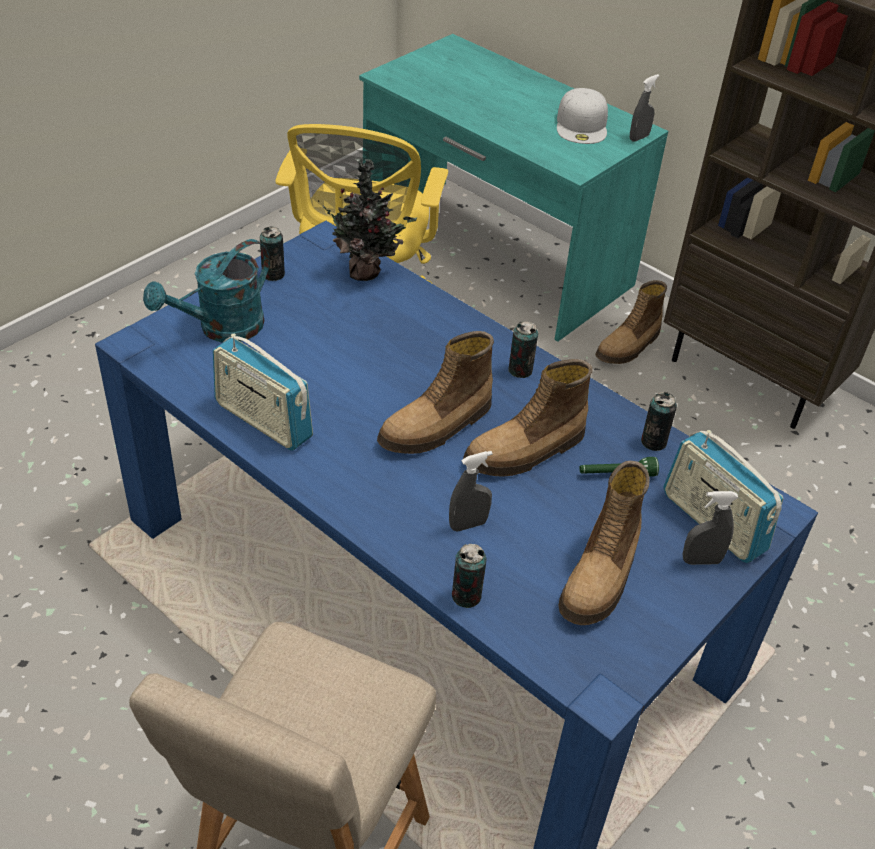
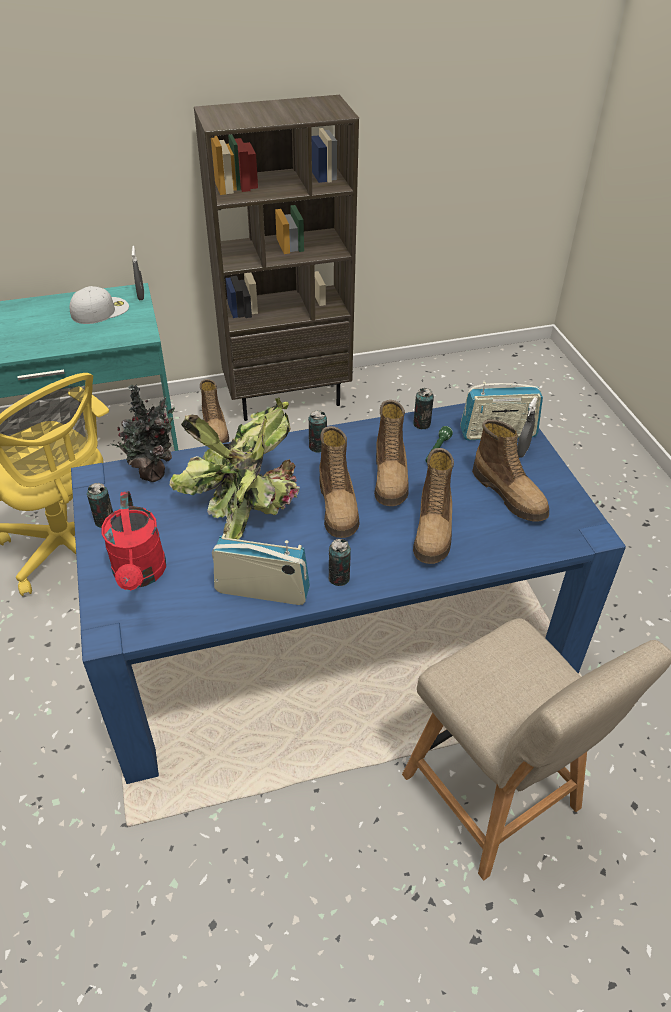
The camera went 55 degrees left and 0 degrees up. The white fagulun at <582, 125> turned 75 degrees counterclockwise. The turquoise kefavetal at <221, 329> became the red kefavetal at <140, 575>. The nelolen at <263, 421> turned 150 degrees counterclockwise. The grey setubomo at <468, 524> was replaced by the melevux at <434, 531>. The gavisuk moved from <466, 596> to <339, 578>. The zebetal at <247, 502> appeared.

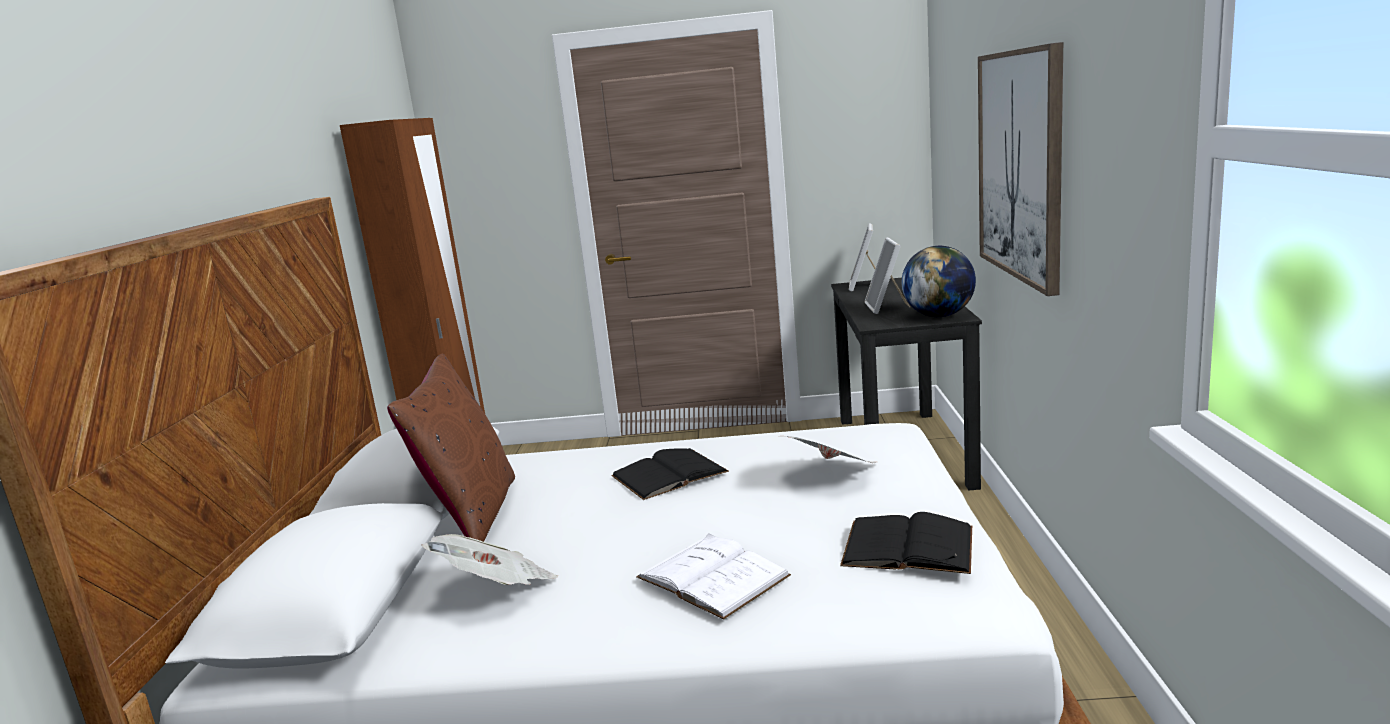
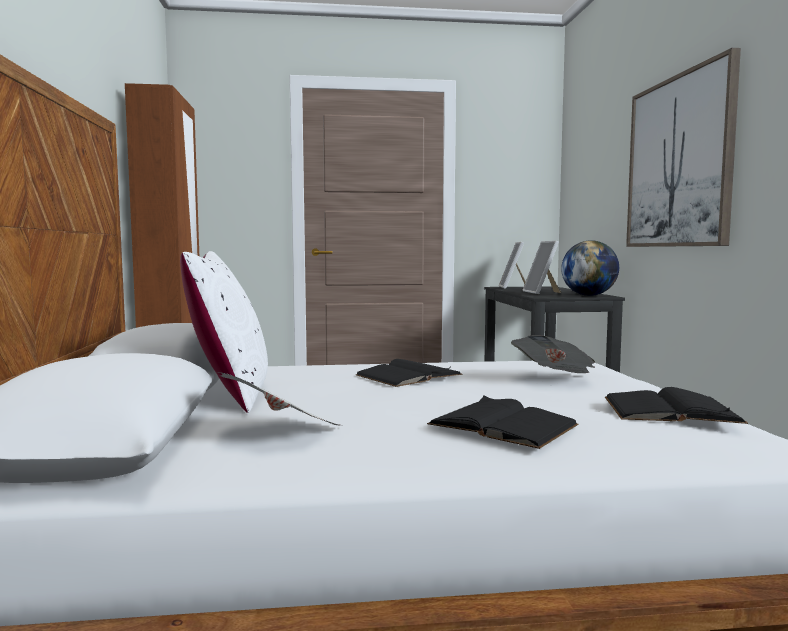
The camera went 10 degrees left and 10 degrees down. The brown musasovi at <471, 514> became the white musasovi at <230, 393>. The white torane at <712, 576> became the black torane at <502, 424>.

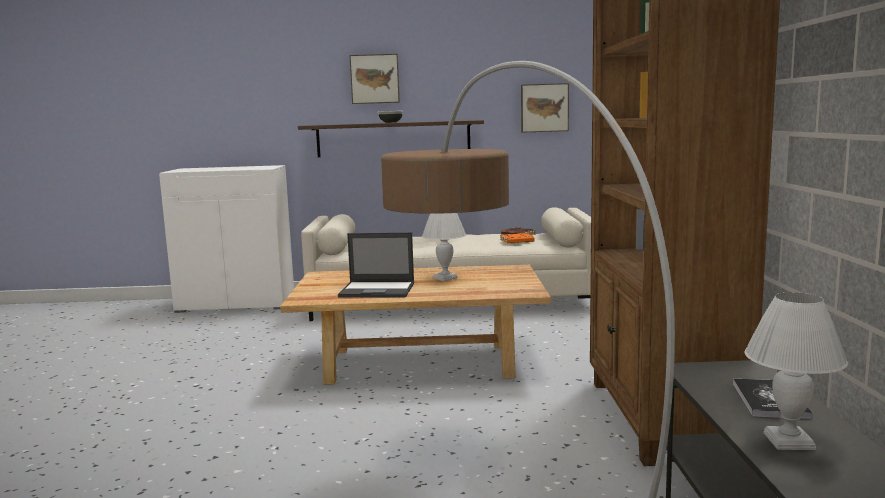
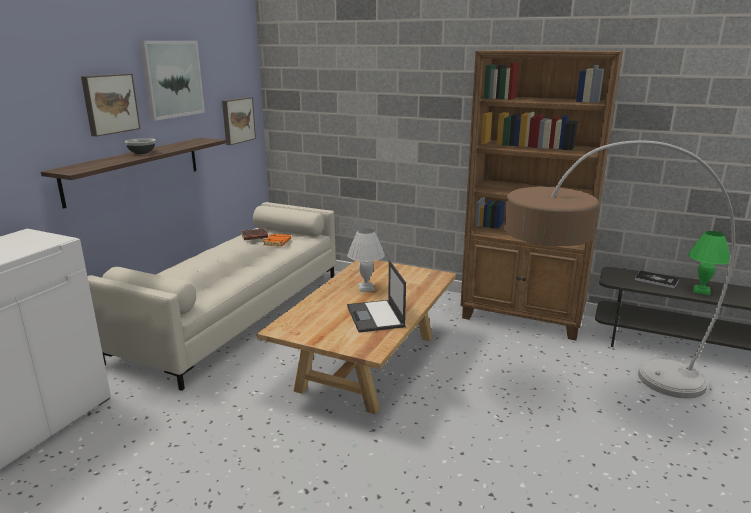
The camera went 65 degrees left and 10 degrees up. The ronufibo at <378, 290> turned 135 degrees clockwise. The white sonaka at <790, 441> became the green sonaka at <701, 291>. The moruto at <172, 79> appeared.

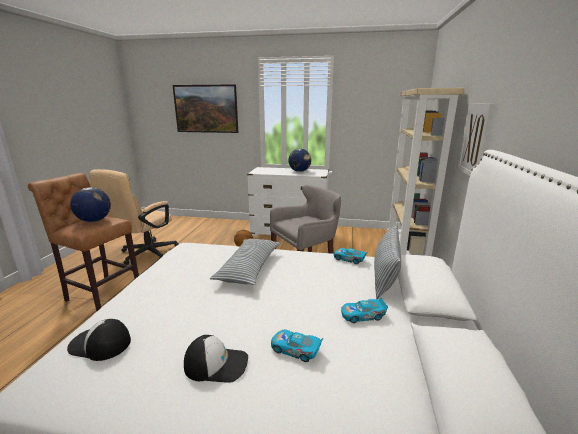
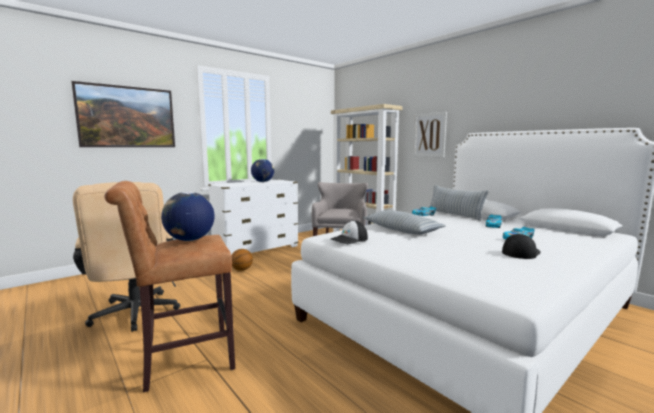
The camera went 50 degrees left and 10 degrees down. The fagulun moved from <100, 344> to <349, 239>.

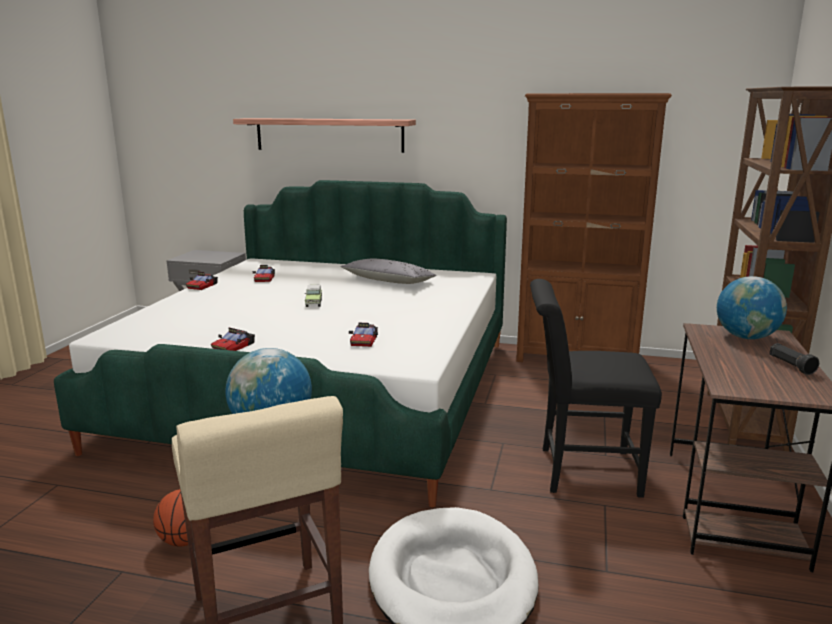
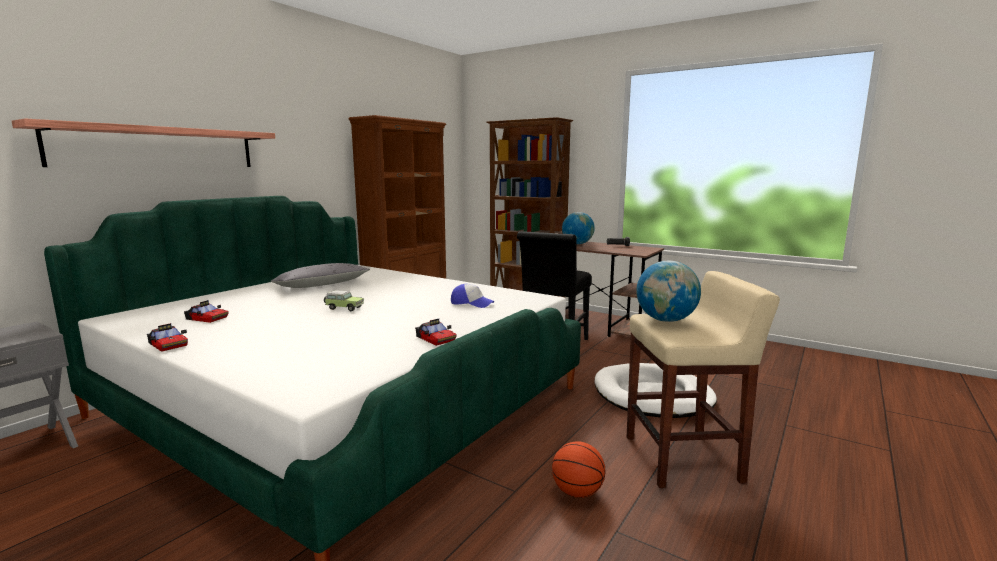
The camera went 70 degrees left and 5 degrees down. The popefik at <364, 340> was replaced by the fagulun at <471, 303>.

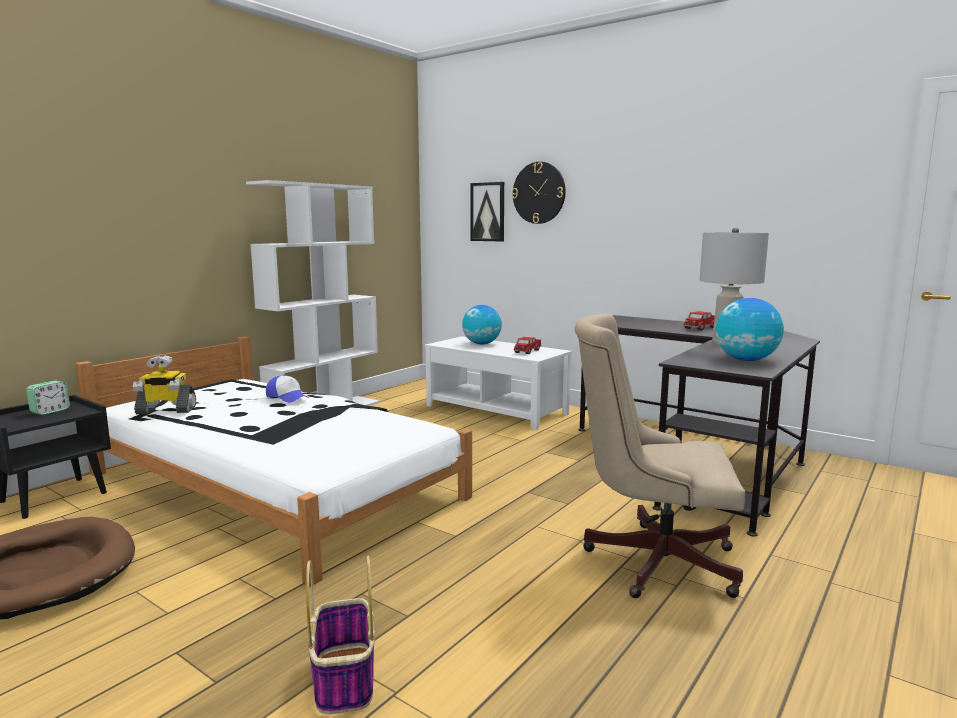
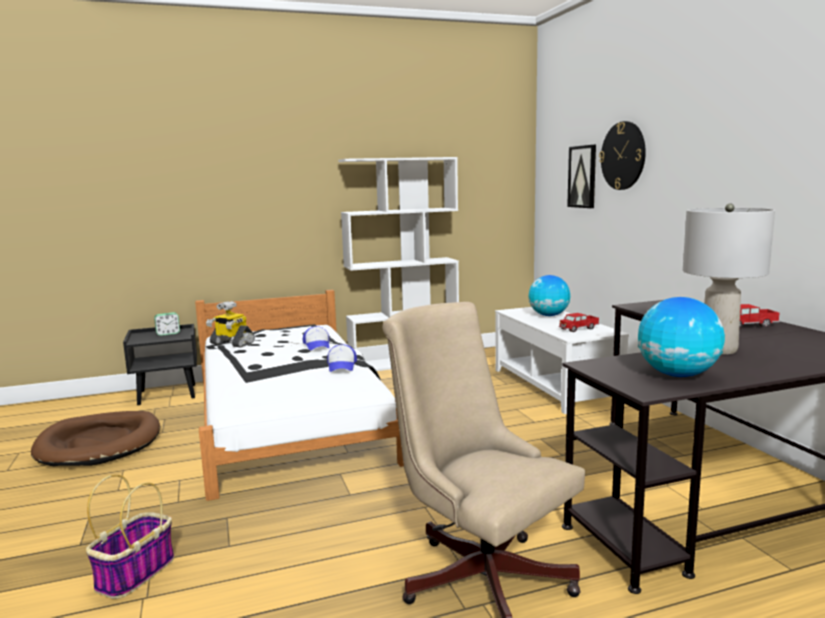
The camera went 35 degrees right and 0 degrees up. The fagulun at <342, 366> appeared.

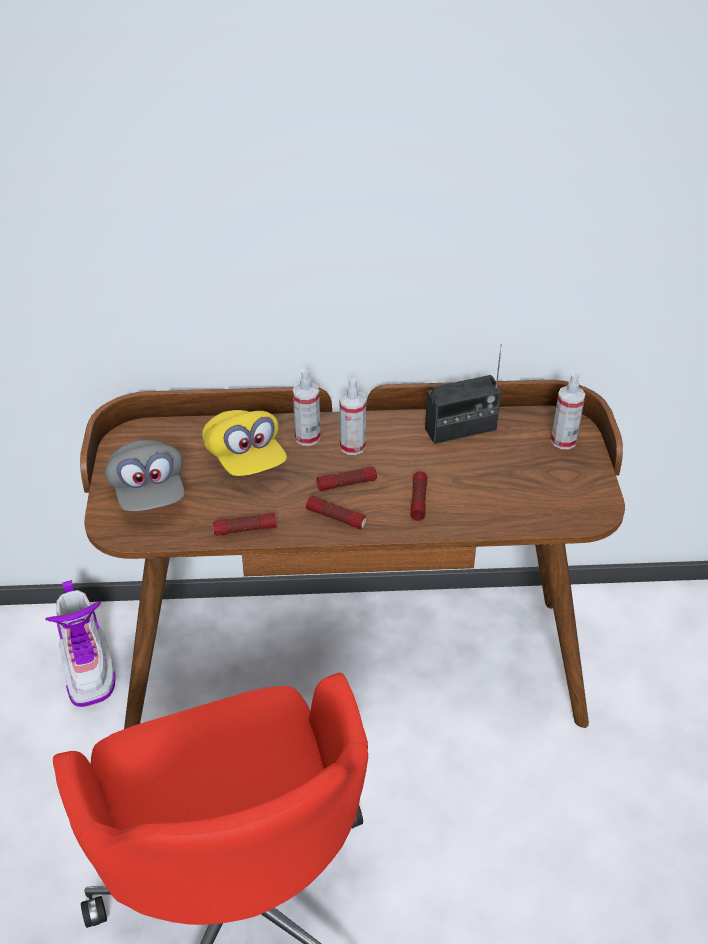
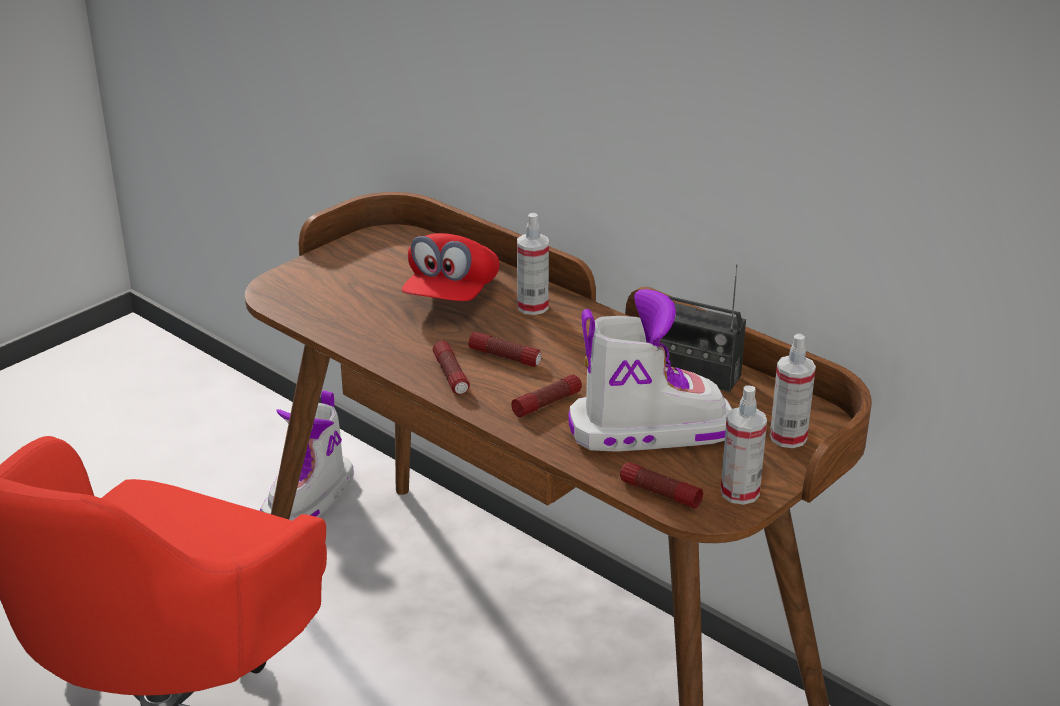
The camera went 45 degrees right and 10 degrees down. The setubomo moved from <352, 446> to <740, 492>. The yellow fagulun at <245, 459> became the red fagulun at <451, 296>. The grey fagulun at <148, 492> disappeared. The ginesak moved from <245, 530> to <660, 493>. The melevux at <649, 430> appeared.

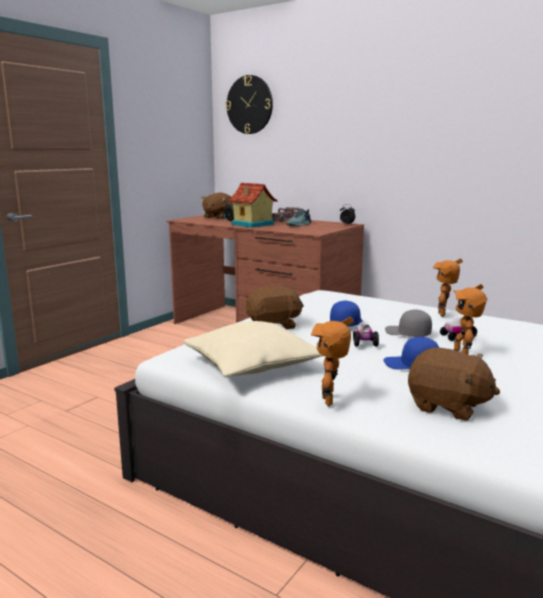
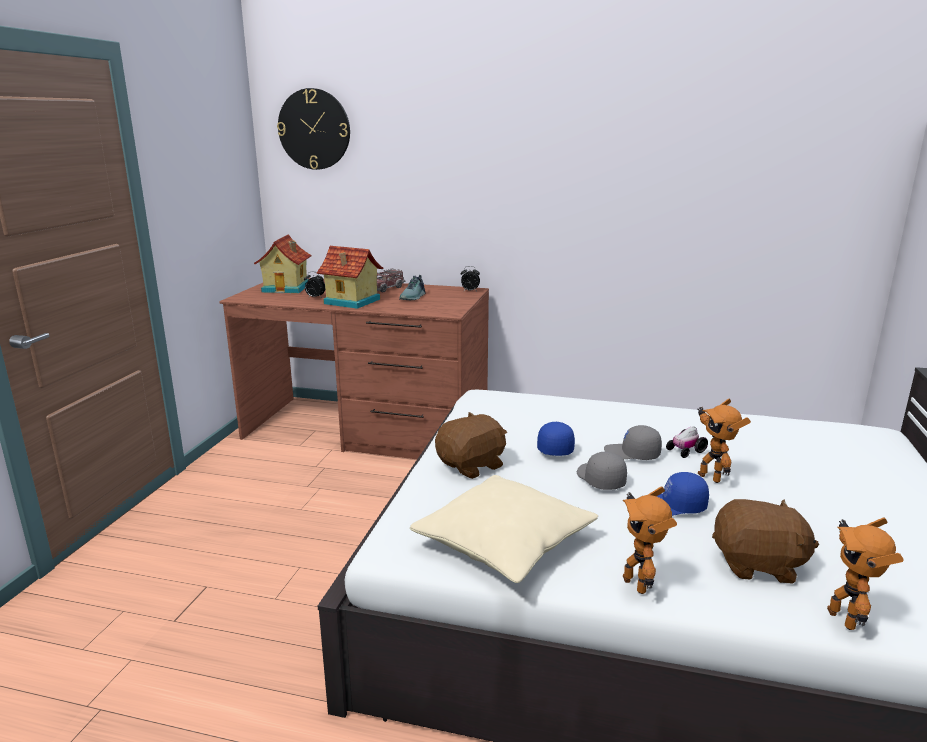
The camera went 20 degrees left and 5 degrees up. The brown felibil at <218, 217> was replaced by the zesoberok at <287, 288>. The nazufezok moved from <444, 314> to <845, 619>. The popefik at <364, 343> was replaced by the grey fagulun at <599, 479>.

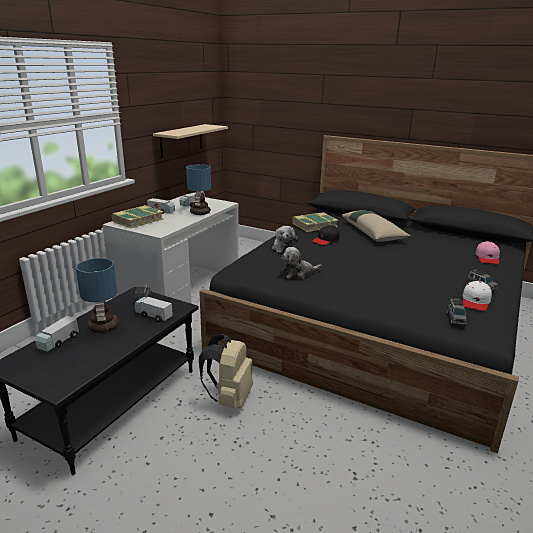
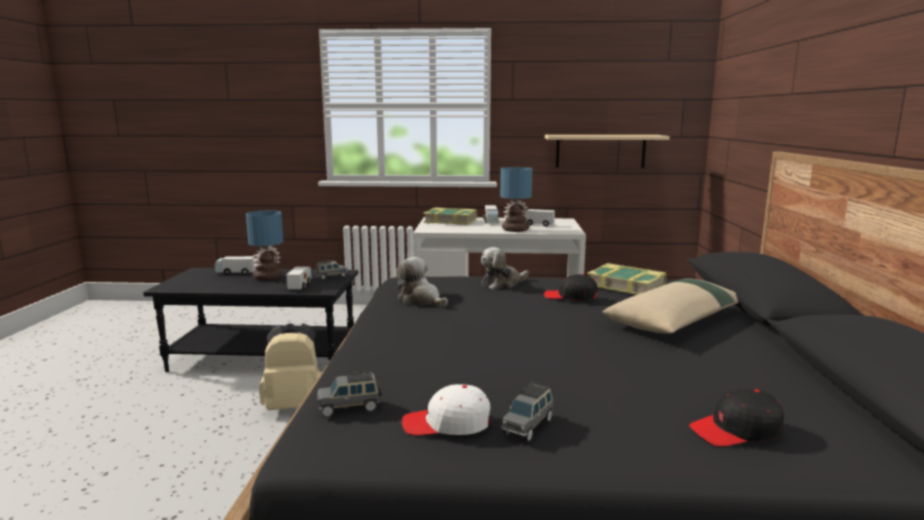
The camera went 65 degrees right and 10 degrees down. The pink fagulun at <487, 258> became the black fagulun at <736, 431>.

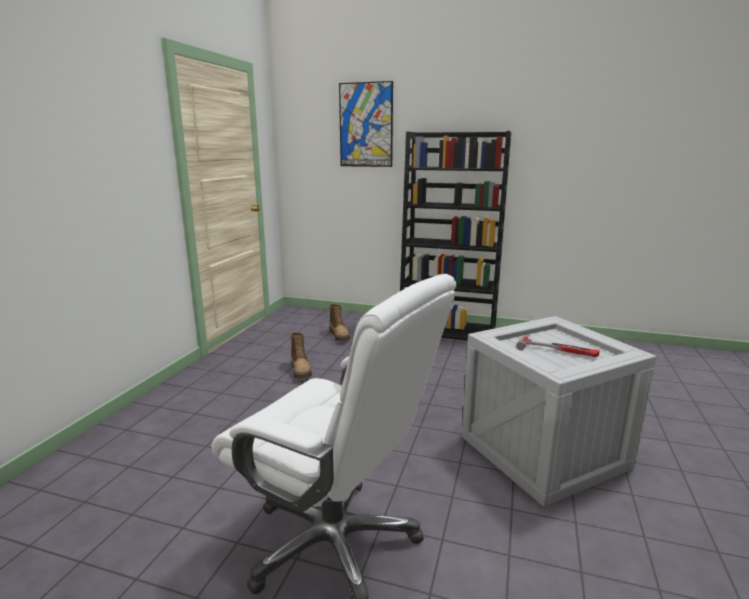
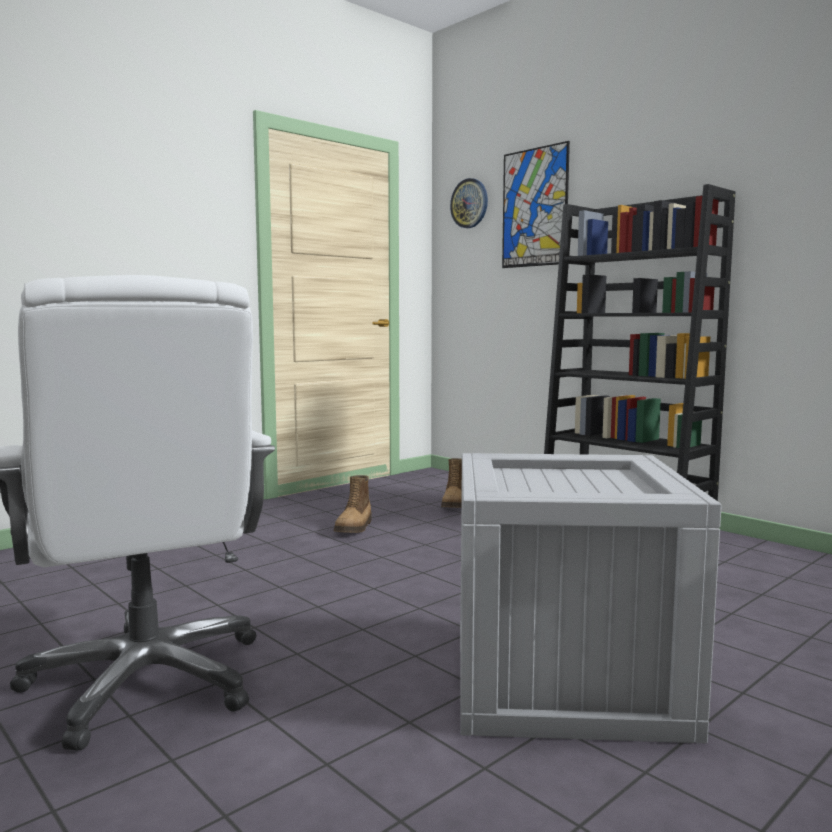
The camera went 30 degrees right and 10 degrees down. The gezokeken at <557, 350> disappeared. The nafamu at <469, 203> appeared.

